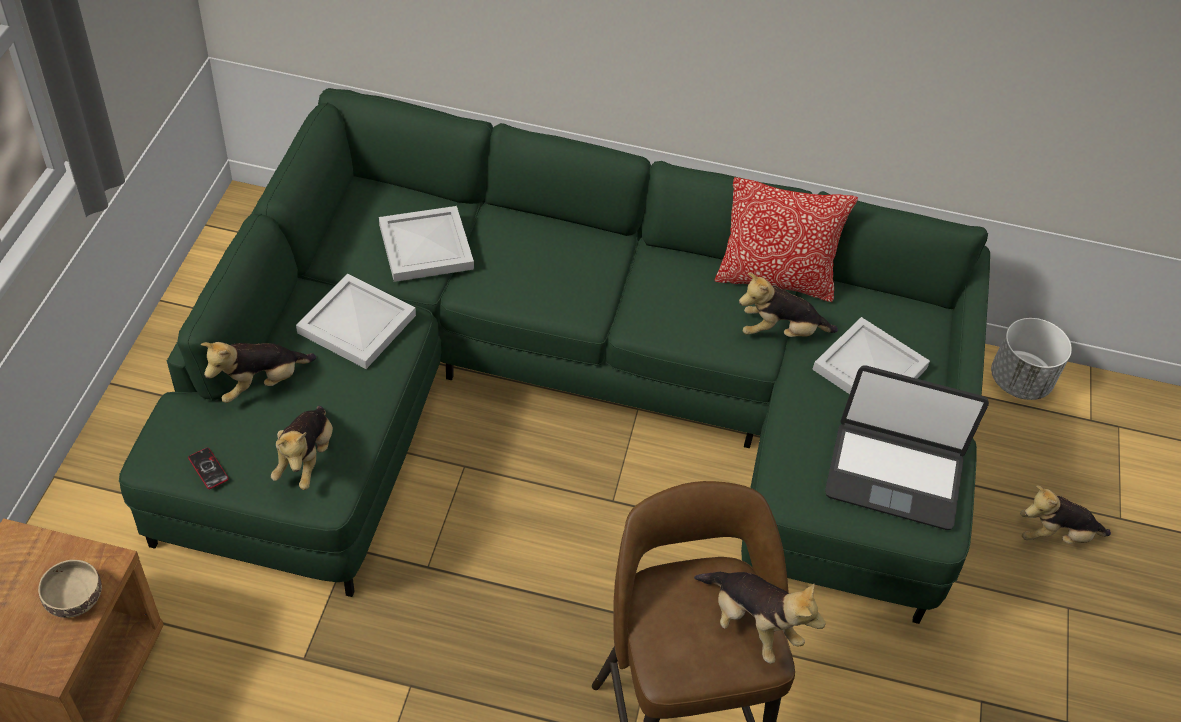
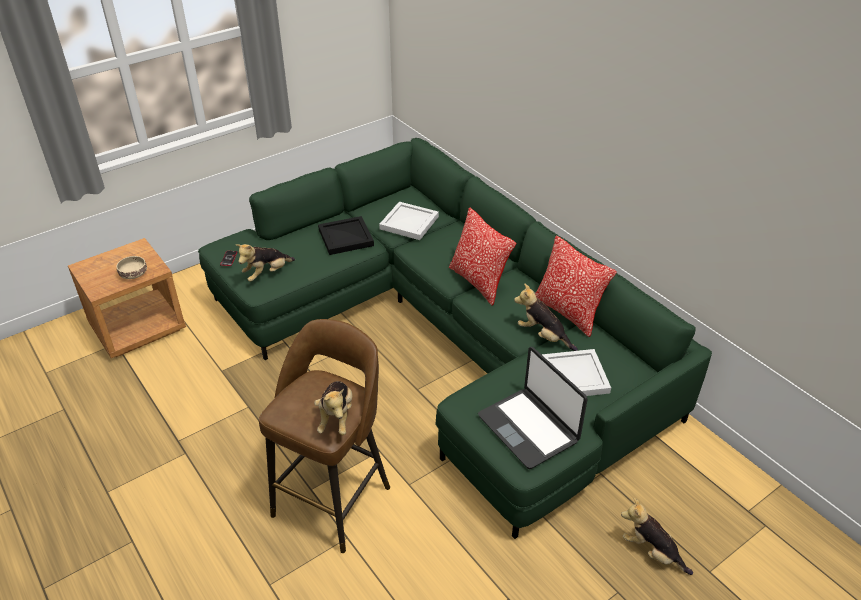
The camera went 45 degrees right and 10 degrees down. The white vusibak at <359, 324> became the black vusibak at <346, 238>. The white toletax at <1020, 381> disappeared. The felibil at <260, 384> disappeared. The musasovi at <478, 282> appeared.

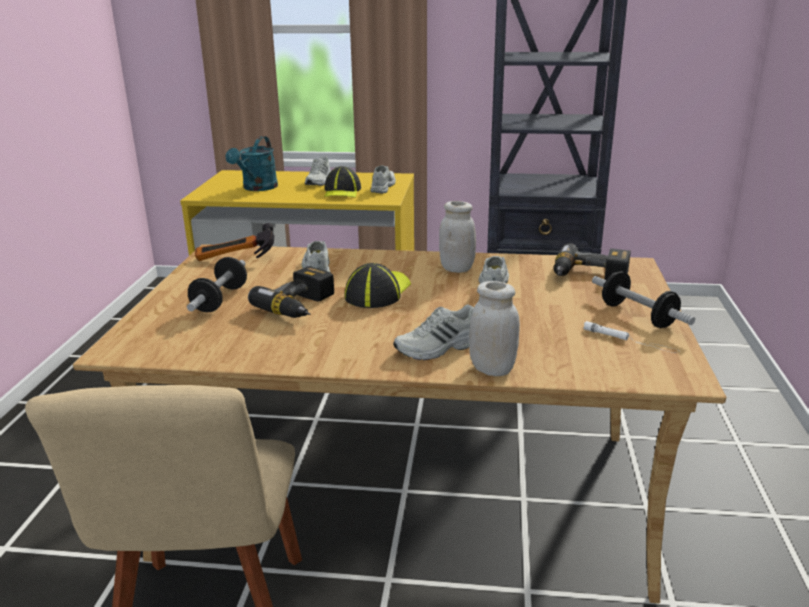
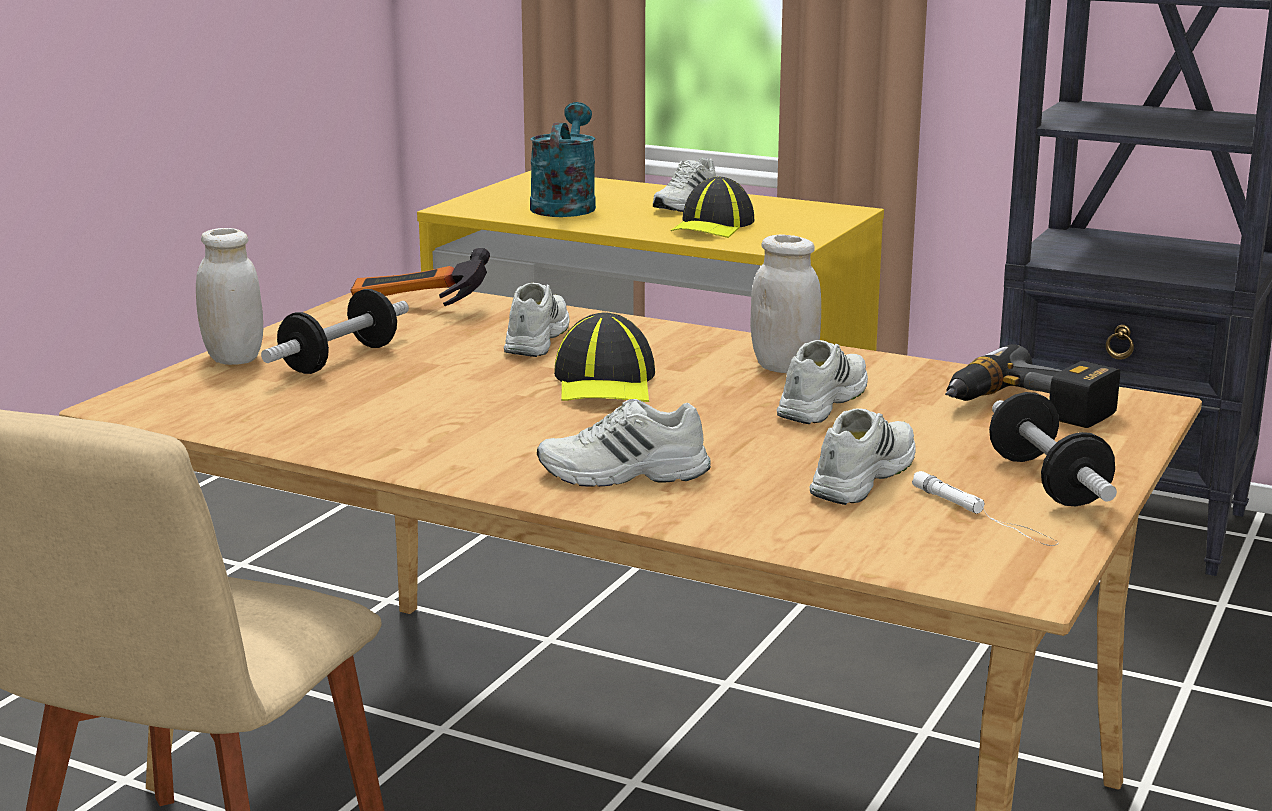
The camera went 20 degrees right and 5 degrees down. The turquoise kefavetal at <257, 188> turned 150 degrees clockwise. The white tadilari moved from <382, 187> to <861, 476>. The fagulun at <378, 292> turned 135 degrees clockwise. The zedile at <302, 306> disappeared. The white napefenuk moved from <492, 369> to <233, 358>.

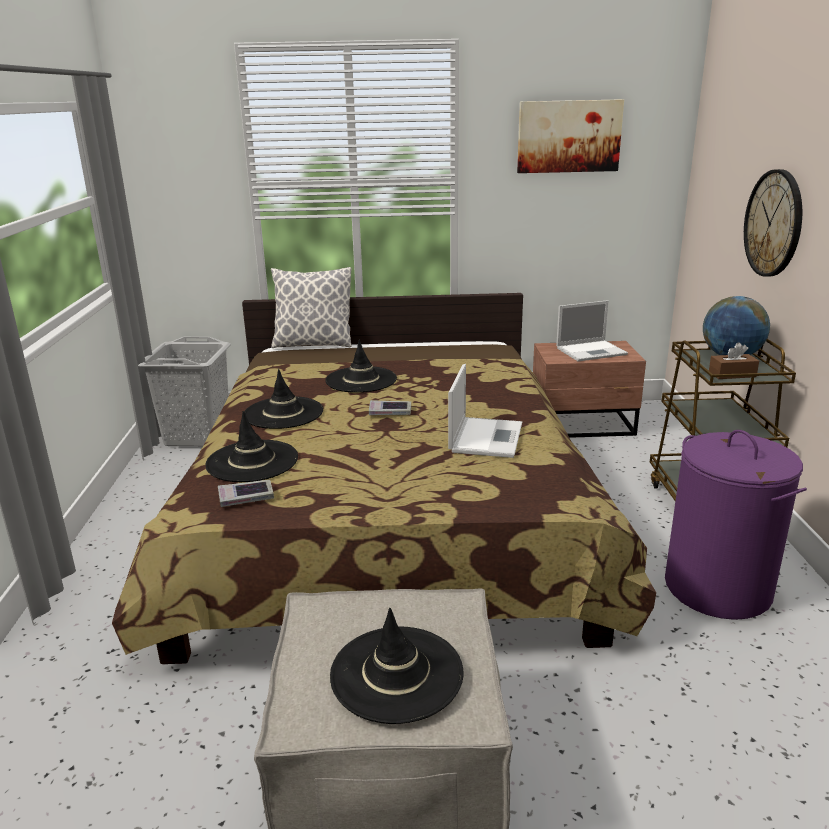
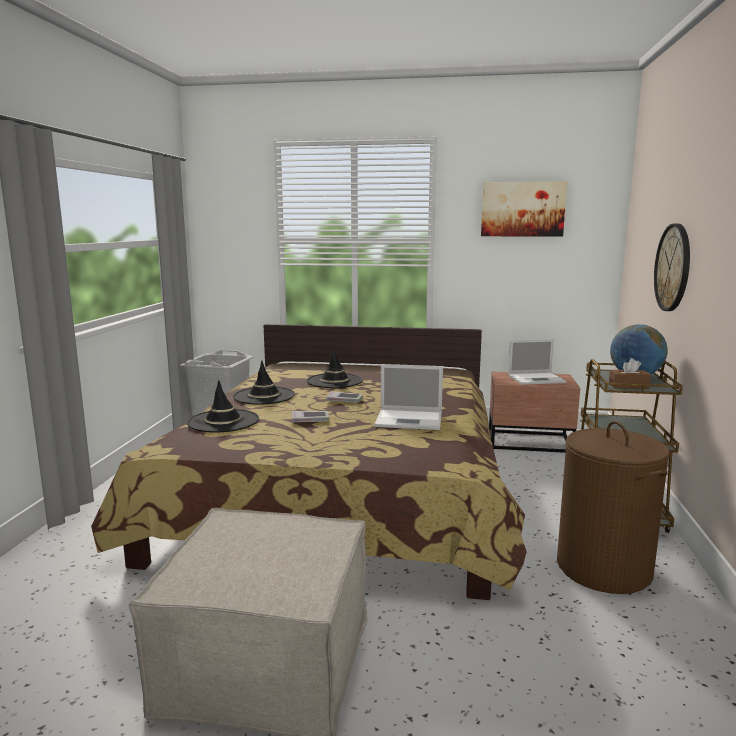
The camera went 10 degrees right and 10 degrees down. The musasovi at <313, 344> disappeared. The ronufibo at <486, 437> turned 75 degrees clockwise. The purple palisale at <718, 588> became the brown palisale at <604, 568>. The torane moved from <246, 497> to <310, 420>. The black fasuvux at <396, 674> disappeared.

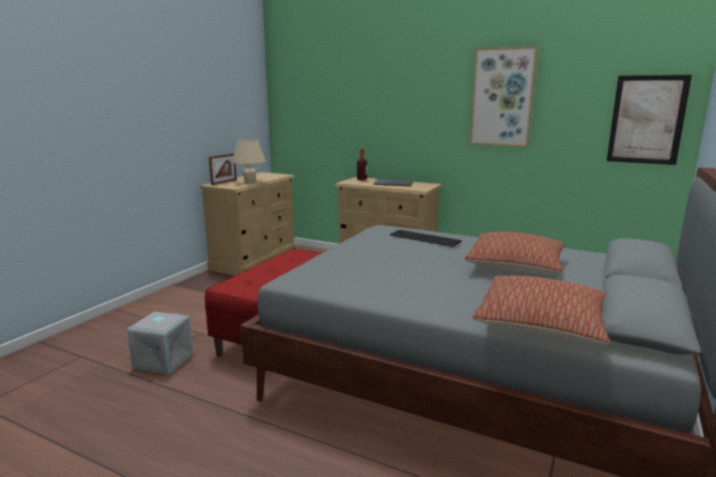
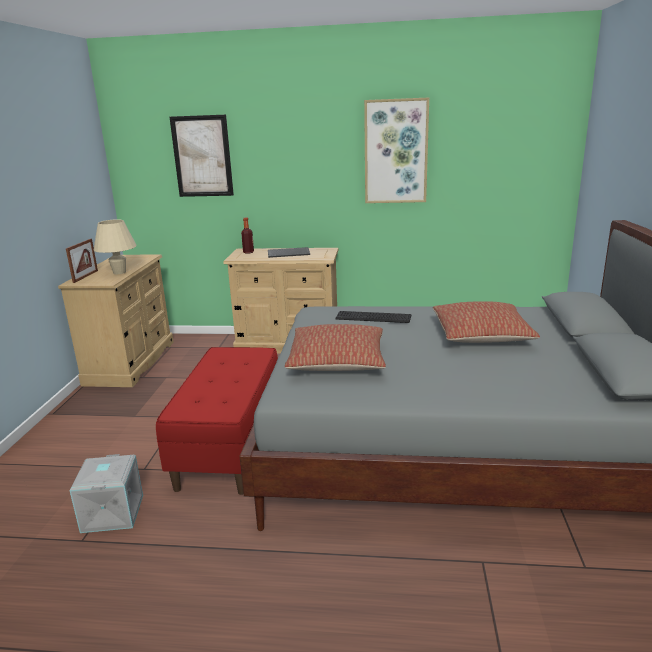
The camera went 20 degrees left and 5 degrees up. The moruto moved from <647, 119> to <202, 156>. The musasovi moved from <541, 325> to <337, 362>.

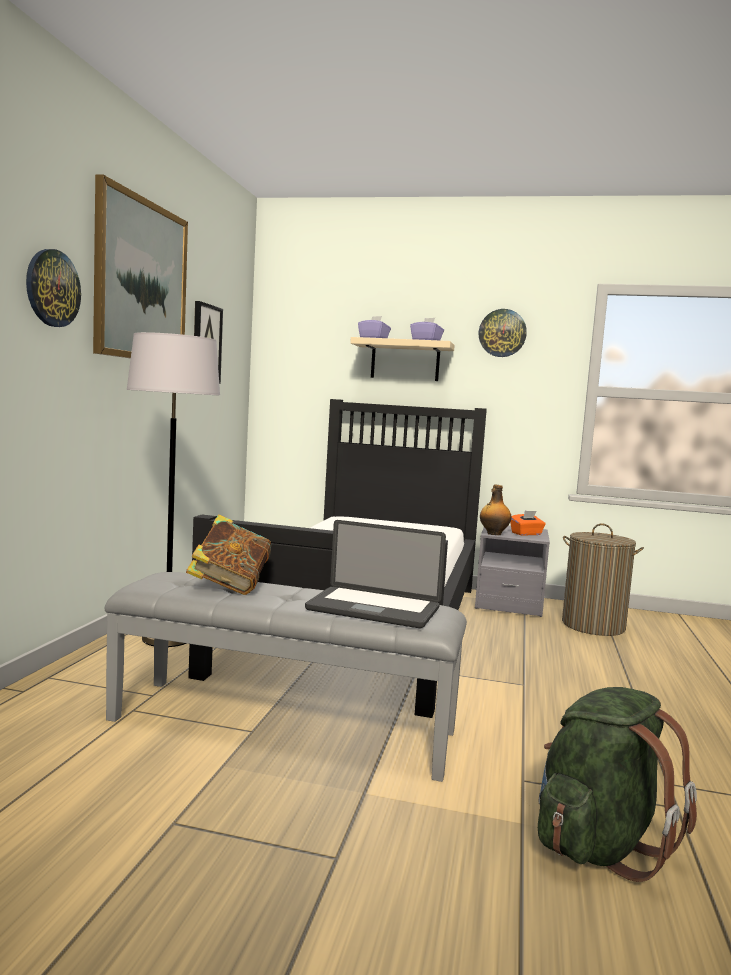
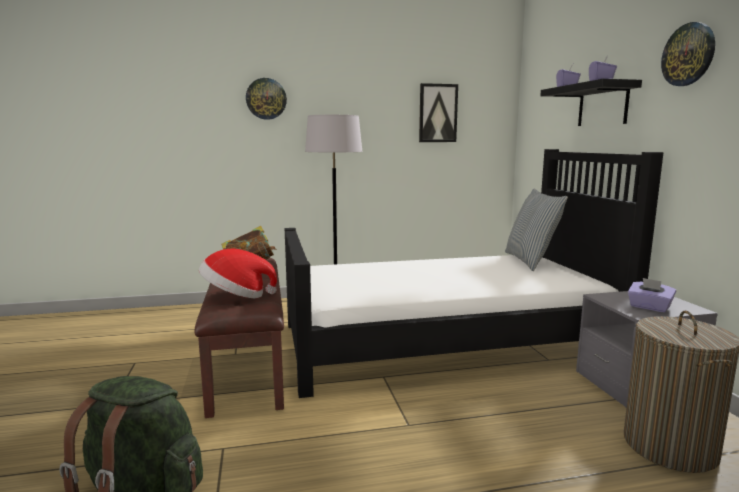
The camera went 65 degrees right and 5 degrees up. The moruto at <141, 281> disappeared. The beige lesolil at <405, 361> became the black lesolil at <603, 105>. The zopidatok at <493, 534> disappeared. The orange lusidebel at <526, 534> became the purple lusidebel at <649, 307>. The ronufibo at <373, 609> was replaced by the fasuvux at <236, 296>. The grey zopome at <284, 725> became the brown zopome at <249, 359>. The musasovi at <531, 261> appeared.

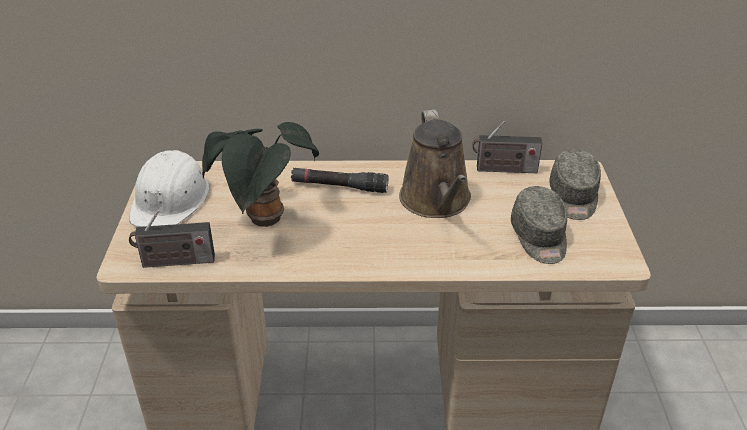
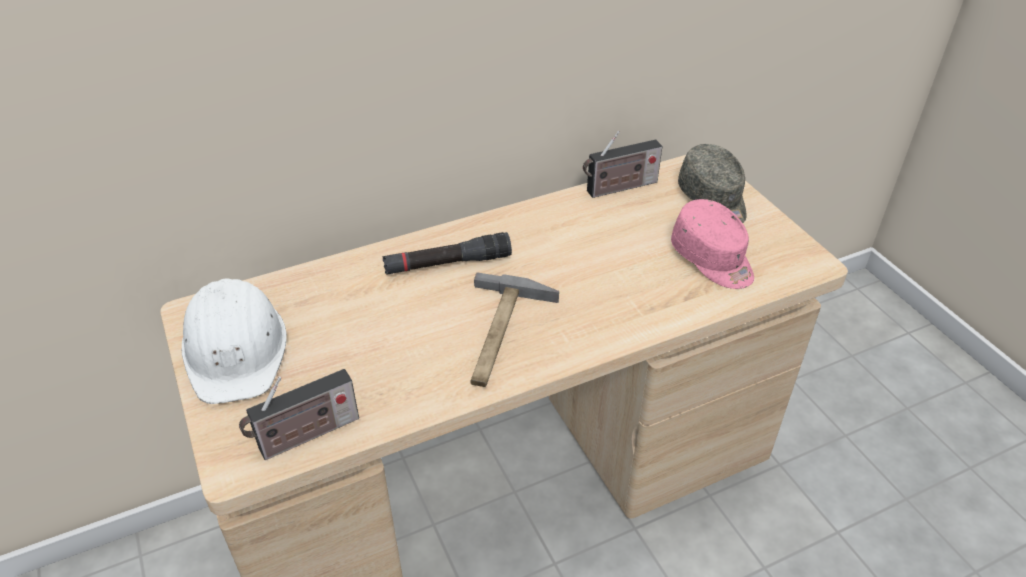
The camera went 25 degrees left and 5 degrees up. The brown kefavetal at <437, 202> disappeared. The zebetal at <265, 221> disappeared. The grey fagulun at <539, 237> became the pink fagulun at <712, 259>. The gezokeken at <501, 334> appeared.

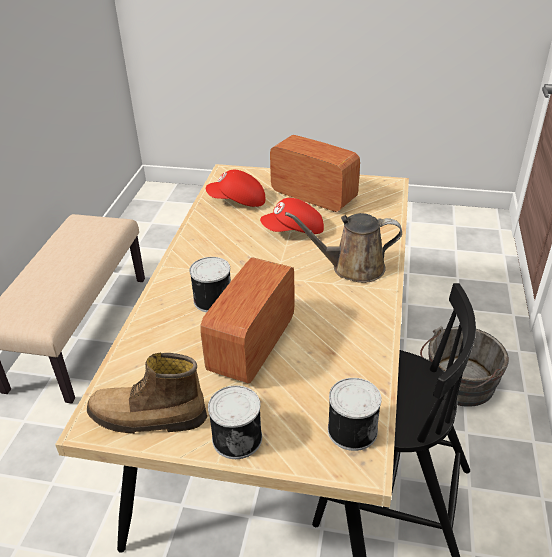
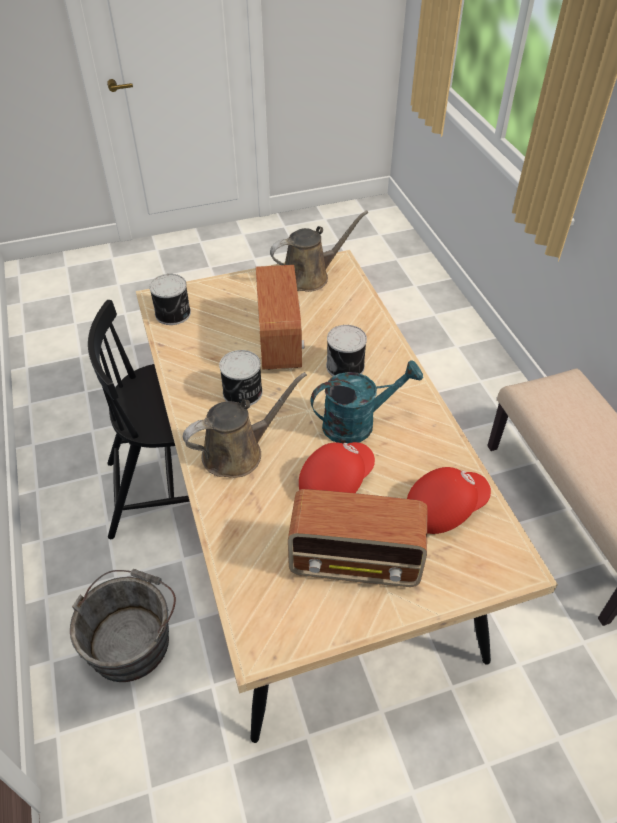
The camera went 150 degrees right and 10 degrees up. The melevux at <147, 418> was replaced by the brown kefavetal at <310, 276>. The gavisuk moved from <237, 437> to <243, 393>. The turquoise kefavetal at <358, 423> appeared.

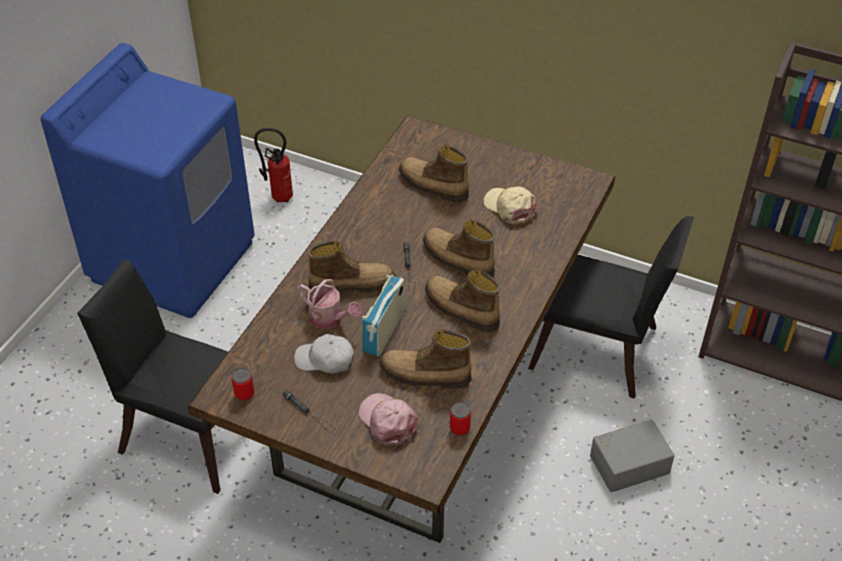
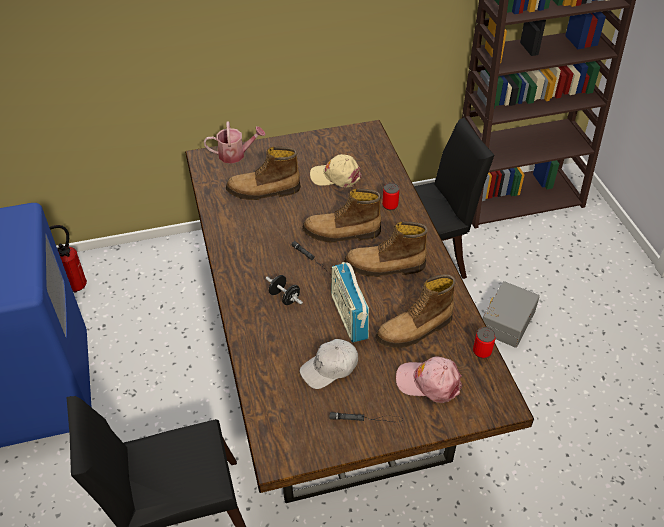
The camera went 40 degrees left and 0 degrees up. The melevux at <352, 284> was replaced by the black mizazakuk at <284, 297>. The kefavetal moved from <329, 318> to <236, 154>. The gavisuk moved from <244, 393> to <390, 205>.

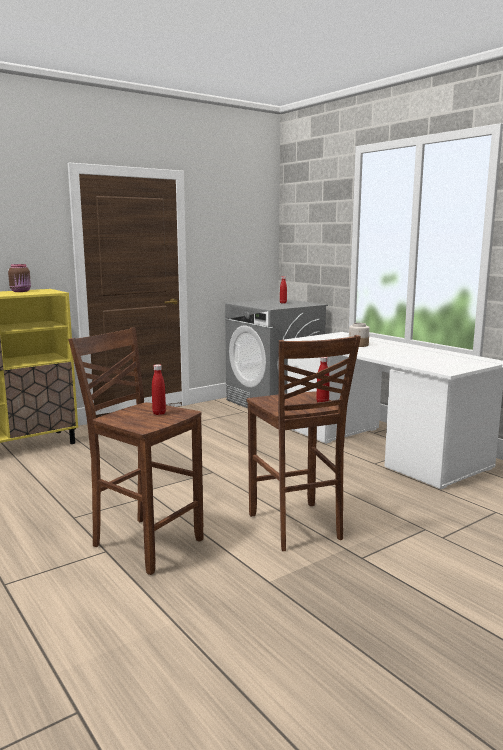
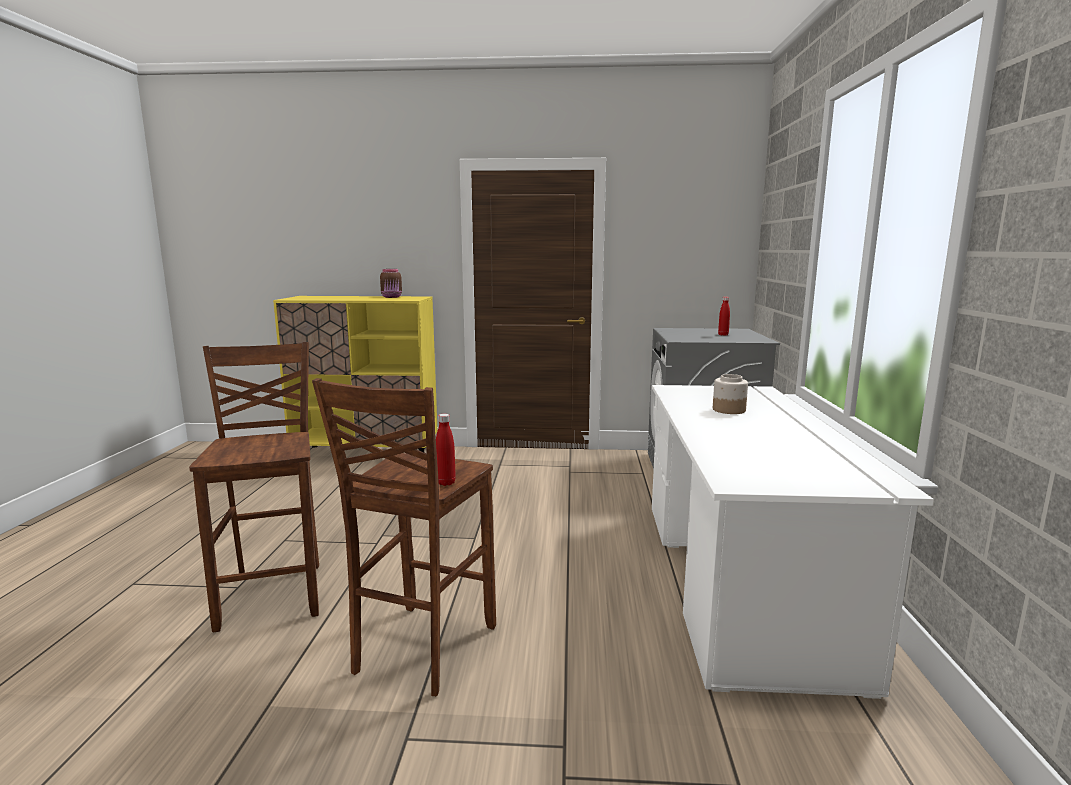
The camera went 40 degrees right and 0 degrees up. The red zopidatok at <159, 413> disappeared.

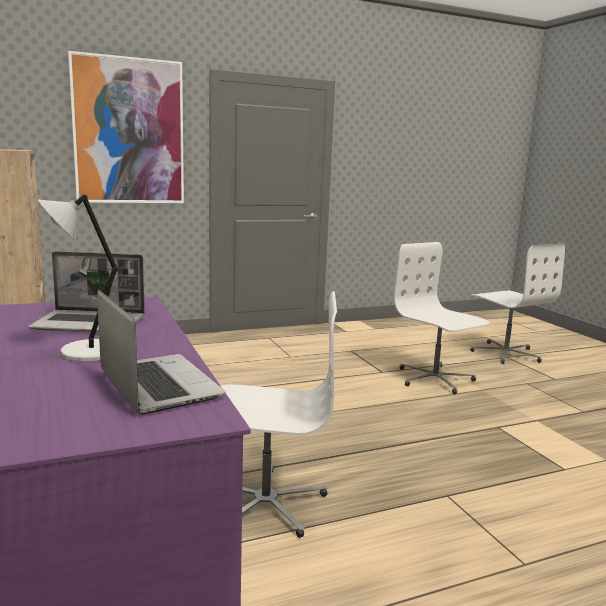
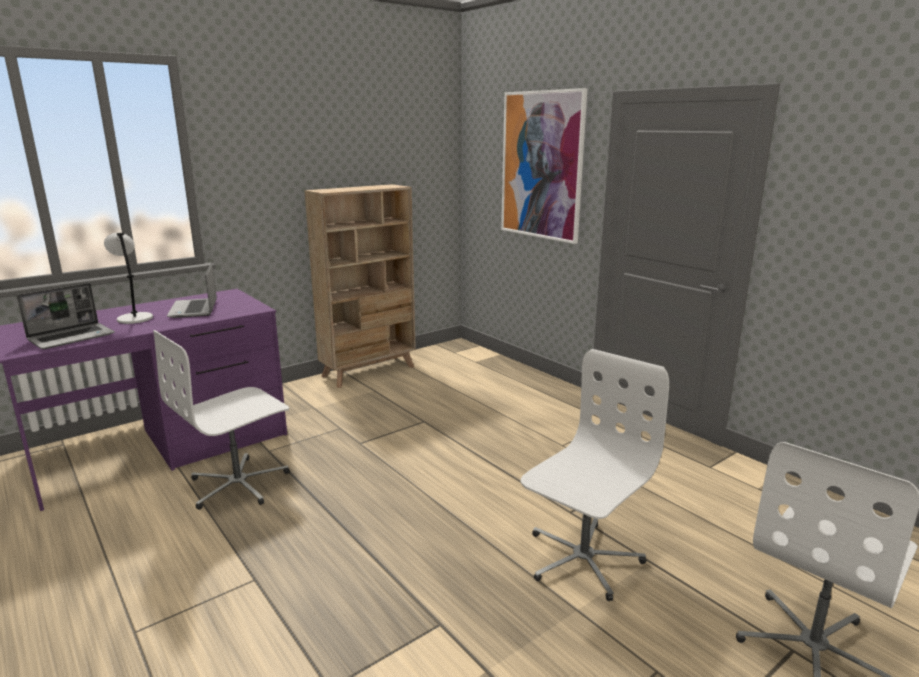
The camera went 75 degrees right and 5 degrees up. The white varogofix at <265, 503> turned 60 degrees clockwise.

